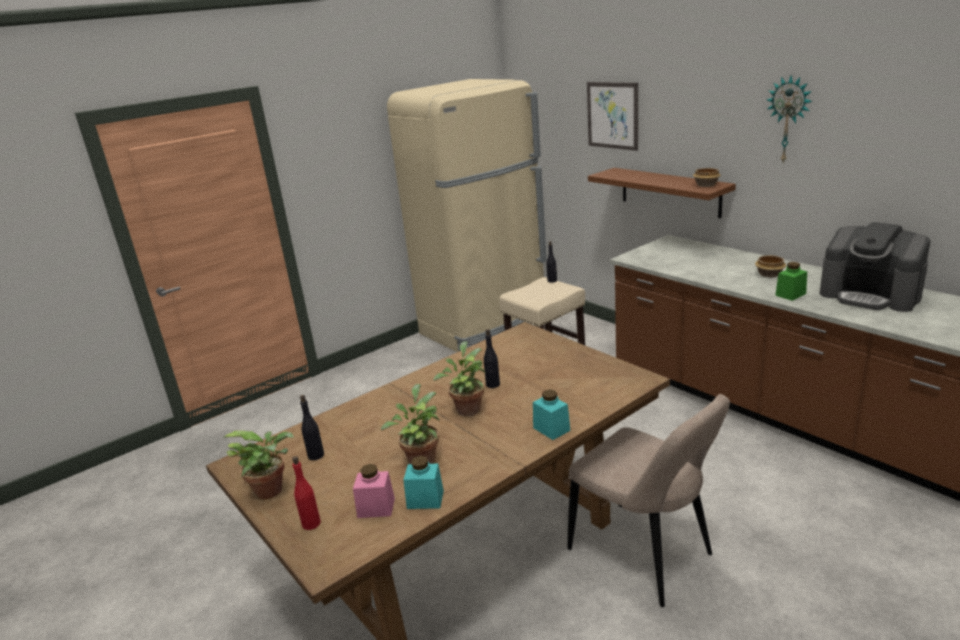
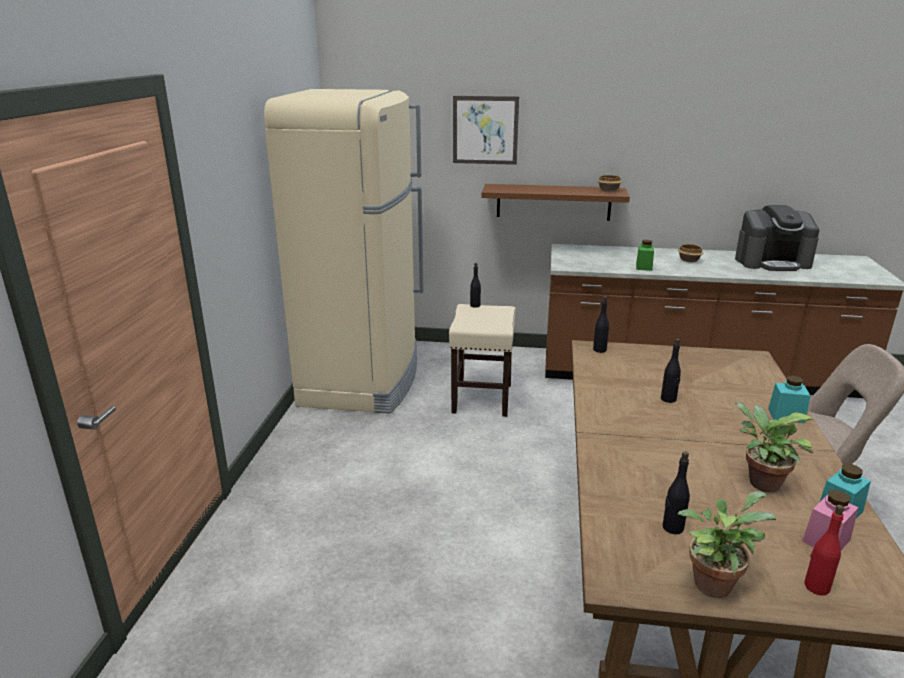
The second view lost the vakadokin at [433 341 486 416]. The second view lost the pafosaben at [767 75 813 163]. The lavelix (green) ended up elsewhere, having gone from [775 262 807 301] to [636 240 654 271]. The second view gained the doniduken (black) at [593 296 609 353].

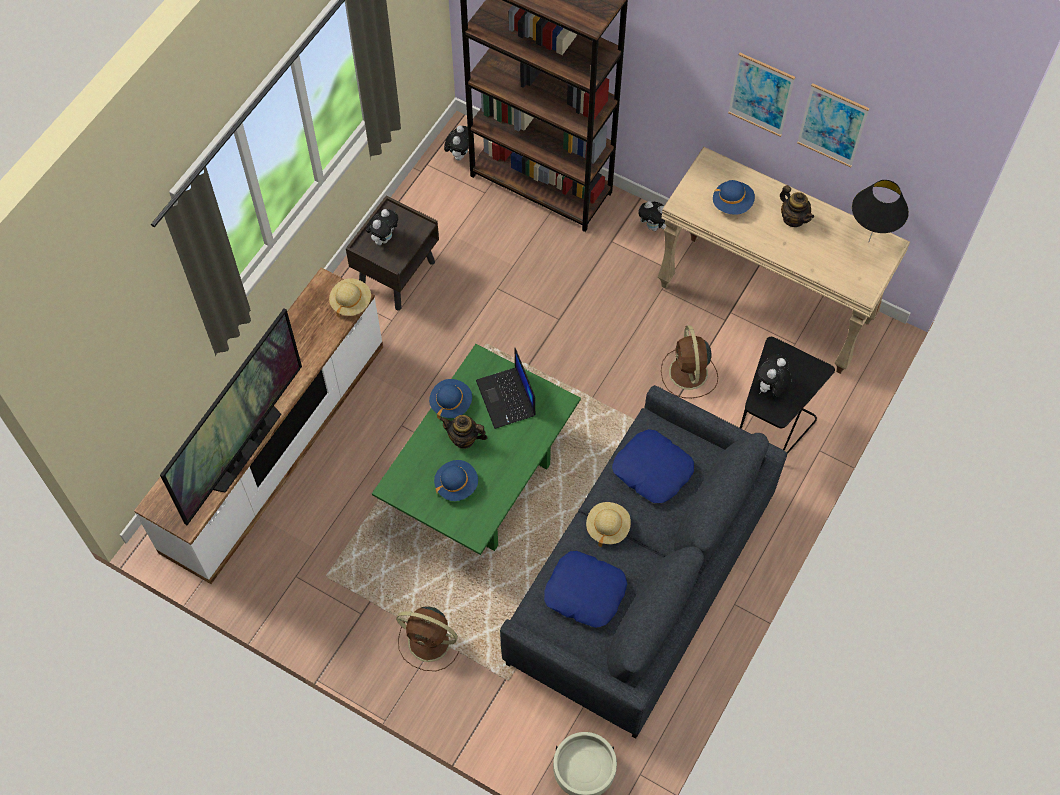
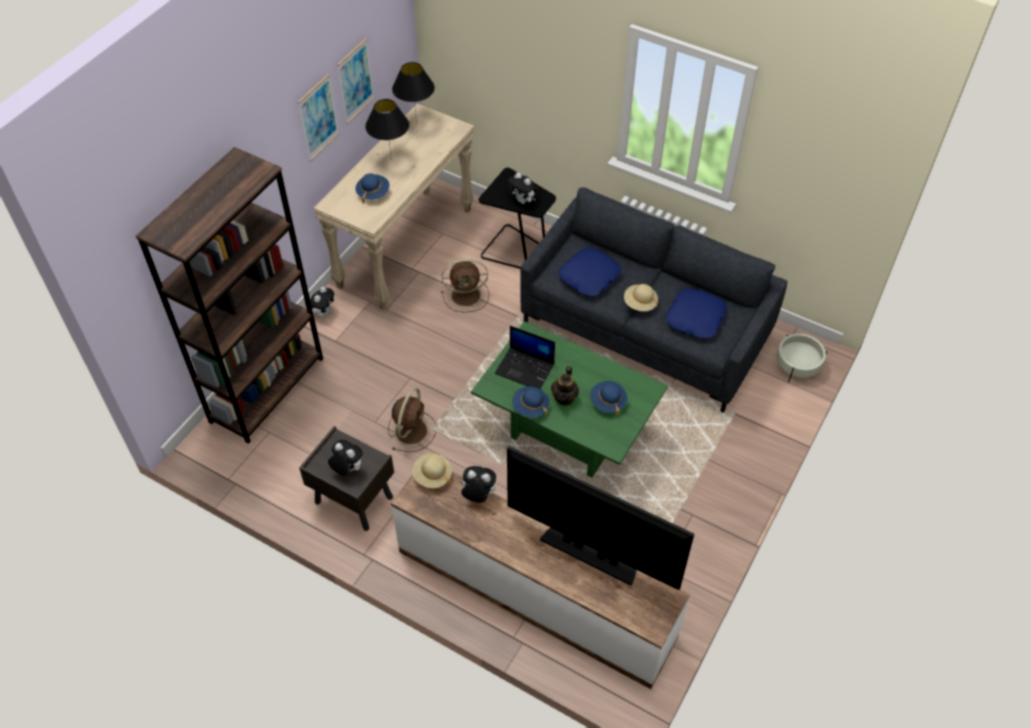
The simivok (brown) ended up elsewhere, having gone from [396 607 459 671] to [388 388 436 452]. The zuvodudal ended up elsewhere, having gone from [444 125 469 161] to [459 466 496 503]. The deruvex at [476 347 536 429] ended up facing another way, 45 degrees clockwise from before. Where the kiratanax stood at [780 185 814 227], the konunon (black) came to stand at [365 99 409 161].

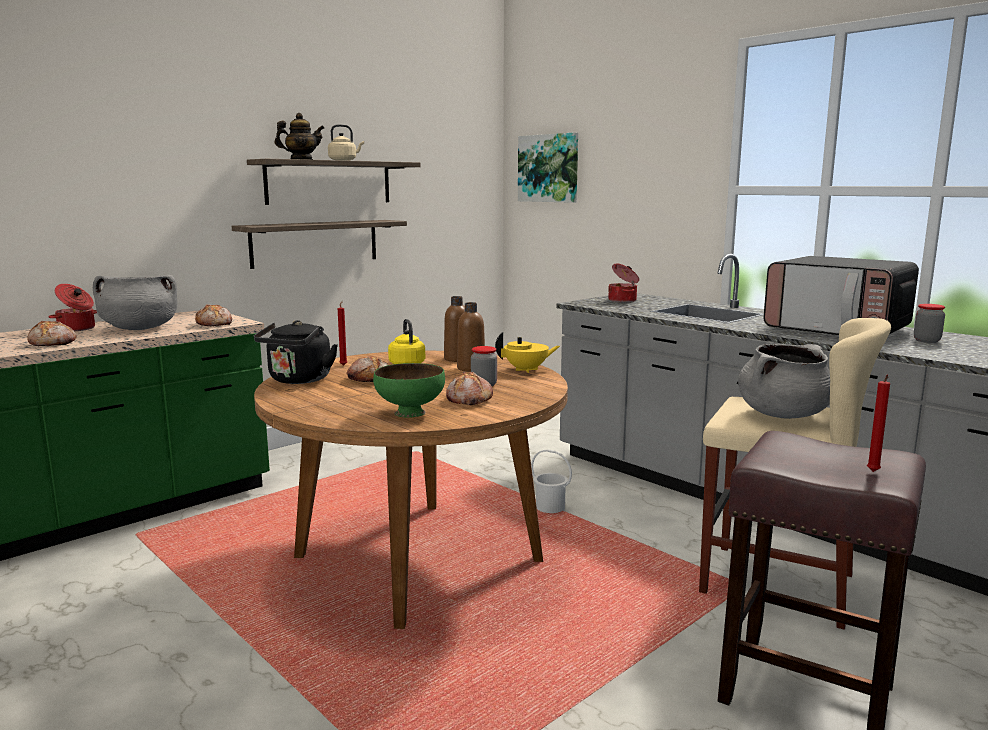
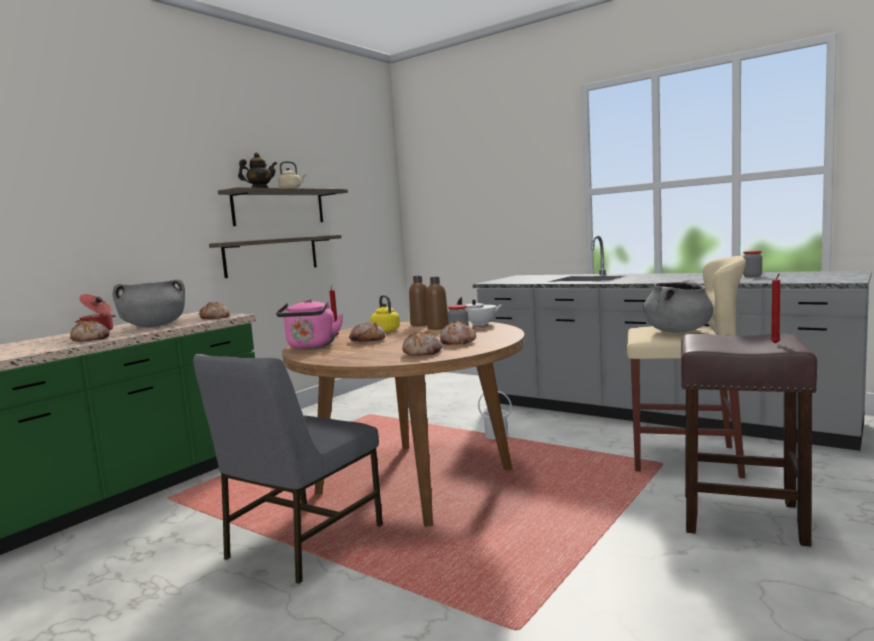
What was the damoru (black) at [254 320 338 384] turned into the damoru (pink) at [276 299 343 349]. Where the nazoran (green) stood at [373 363 445 418], the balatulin came to stand at [402 331 442 355]. What was the kiratanax (yellow) at [495 332 560 373] turned into the kiratanax (white) at [457 297 503 326]. The second view lost the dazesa at [518 132 578 203]. The second view lost the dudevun at [608 264 639 302]. The second view lost the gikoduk at [763 256 919 335]. The second view gained the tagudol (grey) at [193 354 383 584].

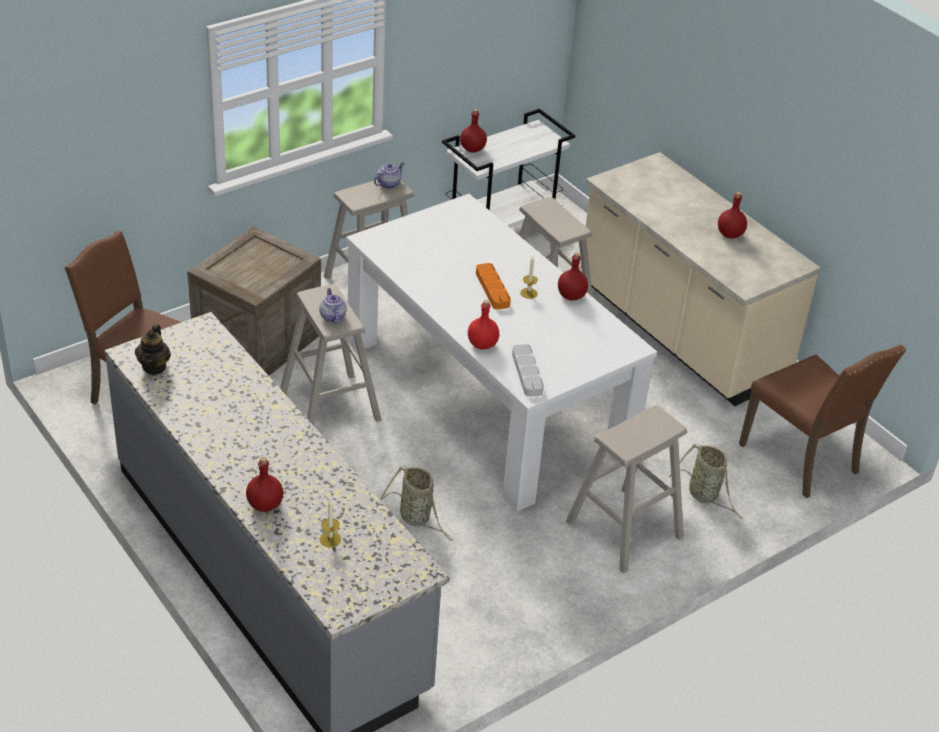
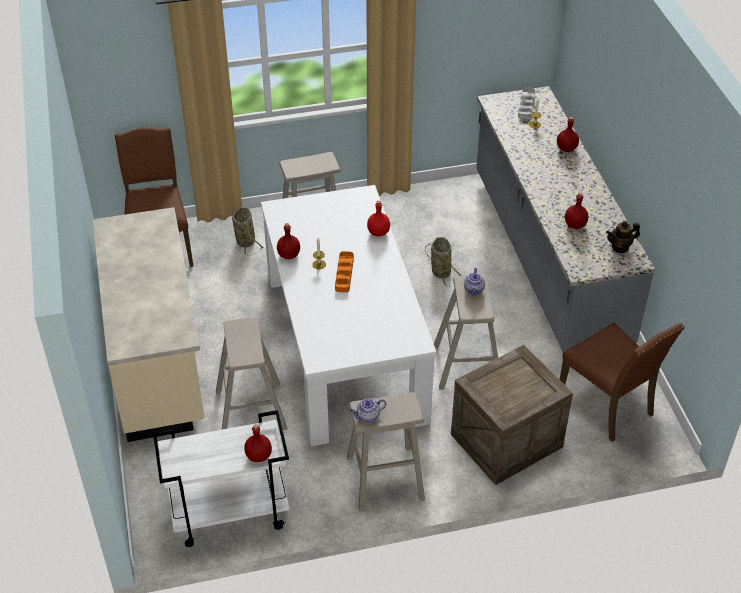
The kiratanax at [135 324 171 375] ended up facing another way, 135 degrees counterclockwise from before. The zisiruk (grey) ended up elsewhere, having gone from [512 344 544 397] to [518 87 535 119]. The doniduken (red) ended up elsewhere, having gone from [718 192 747 238] to [565 193 588 229].

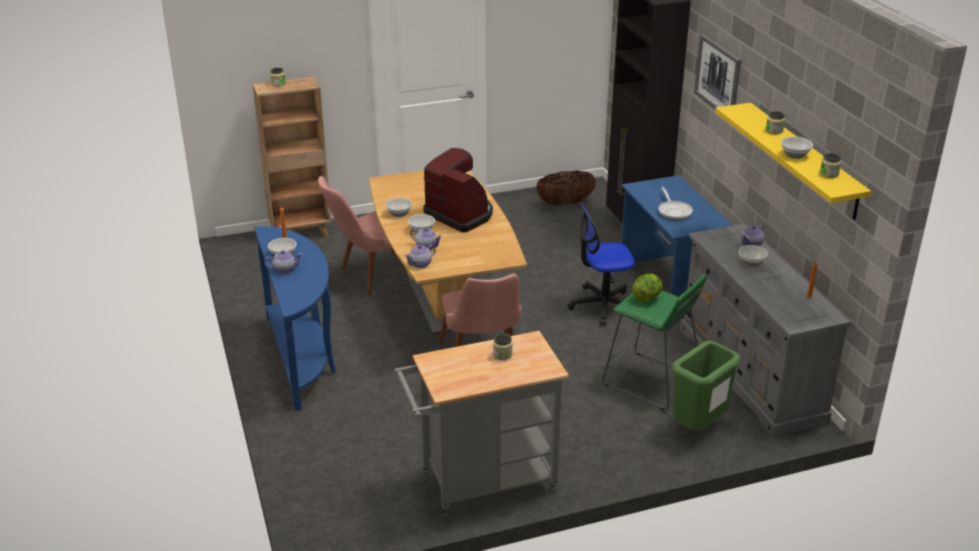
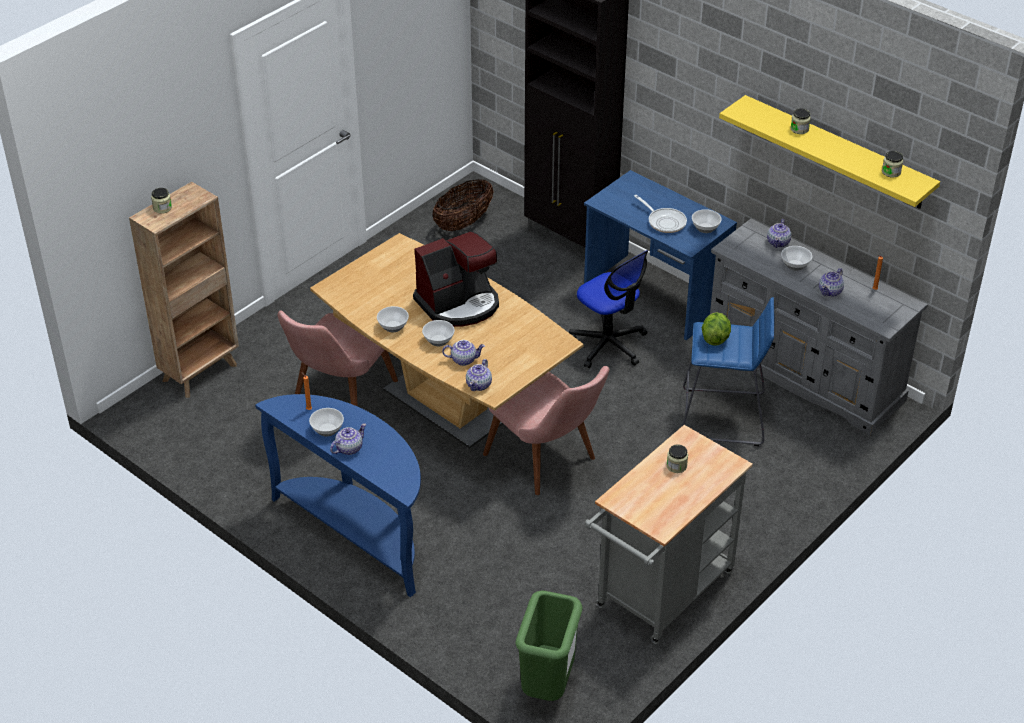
The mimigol at [423 148 493 232] ended up facing another way, 135 degrees clockwise from before. The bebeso at [568 203 635 325] ended up facing another way, 90 degrees counterclockwise from before. What was the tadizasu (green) at [602 274 707 411] turned into the tadizasu (blue) at [682 297 775 446]. The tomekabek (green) ended up elsewhere, having gone from [672 341 740 431] to [515 591 582 701]. The second view lost the dazesa at [694 34 741 109]. The nazoran ended up elsewhere, having gone from [781 137 813 159] to [692 209 722 233]. The second view gained the kiratanax at [819 268 844 297].

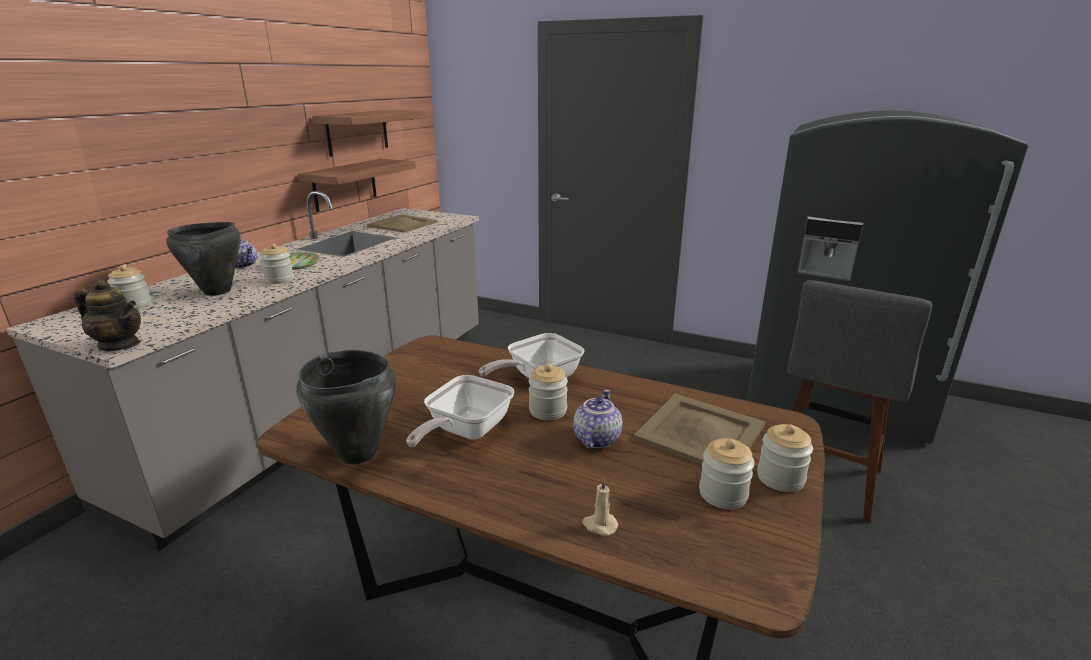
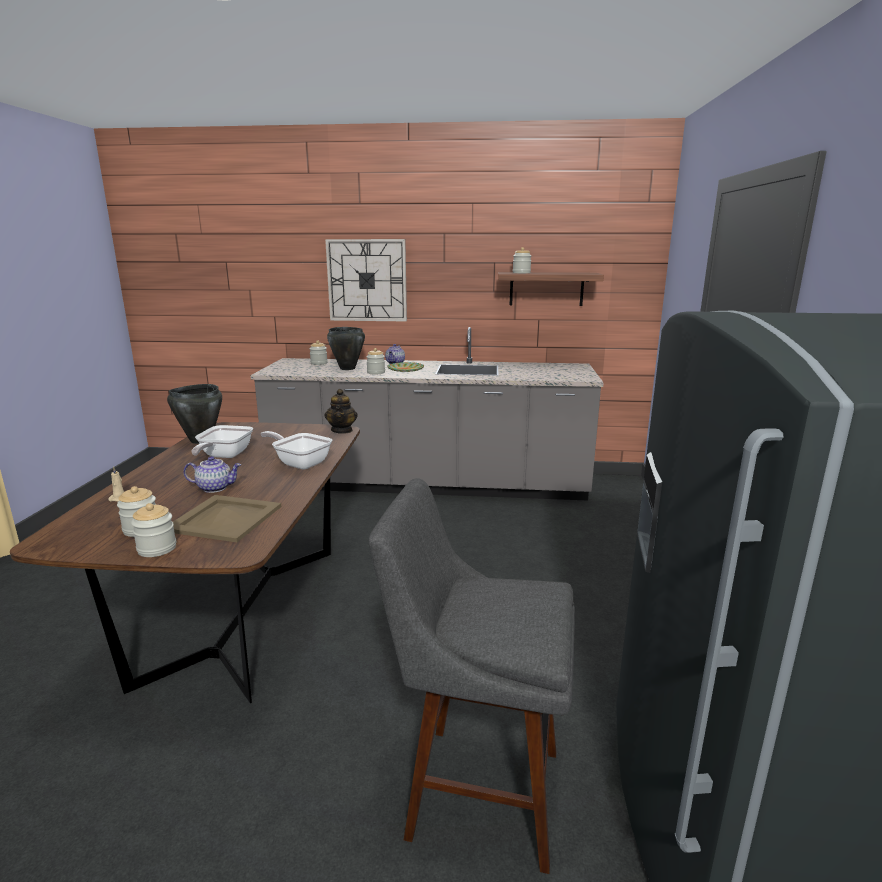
The kiratanax ended up elsewhere, having gone from [74 279 141 351] to [325 389 358 434]. The second view lost the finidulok at [298 159 416 212]. The second view lost the zisiruk (beige) at [367 215 437 233]. The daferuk at [406 375 514 447] ended up facing another way, 90 degrees counterclockwise from before. The lavelix ended up elsewhere, having gone from [529 364 568 420] to [513 247 531 273]. The second view gained the pafosaben at [325 239 407 321].

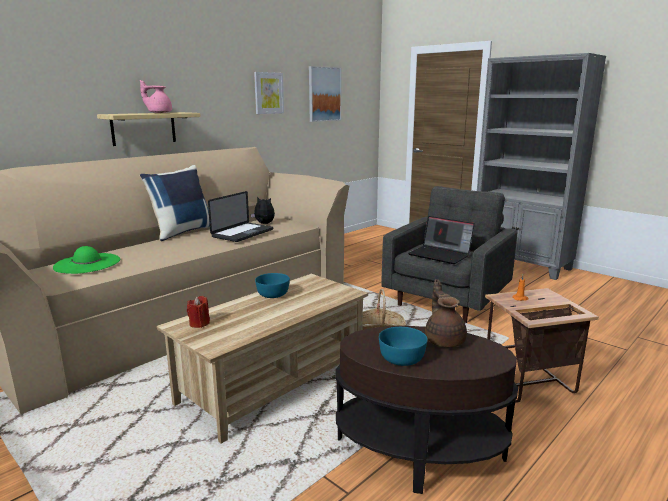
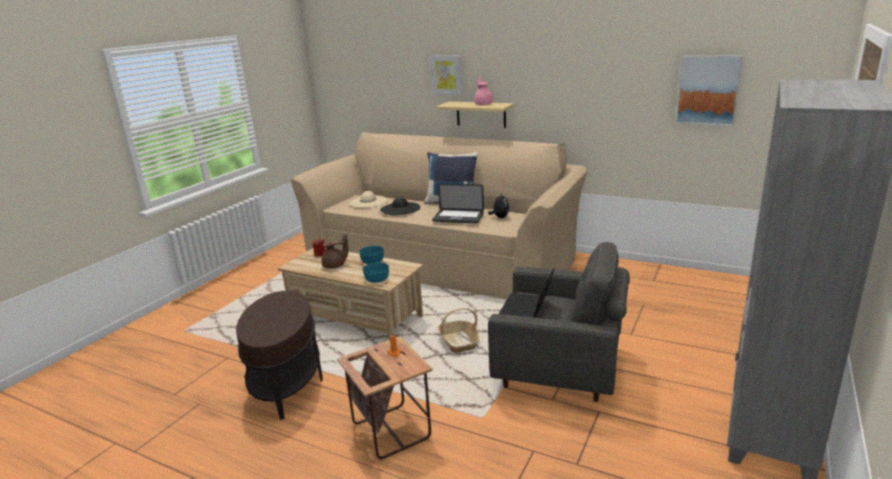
What was the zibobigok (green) at [53 246 120 274] turned into the zibobigok (beige) at [350 191 387 208]. The dazesa ended up elsewhere, having gone from [254 72 284 114] to [430 55 463 95]. The nazoran (turquoise) ended up elsewhere, having gone from [379 327 427 366] to [363 262 389 283]. The kiratanax (brown) ended up elsewhere, having gone from [425 279 467 348] to [322 234 349 269]. The second view gained the zibobigok (black) at [380 197 420 215].

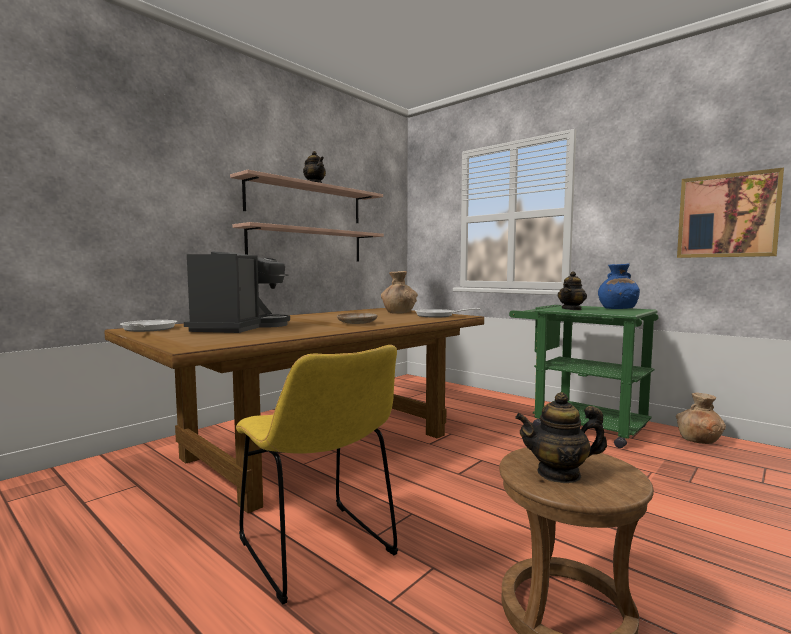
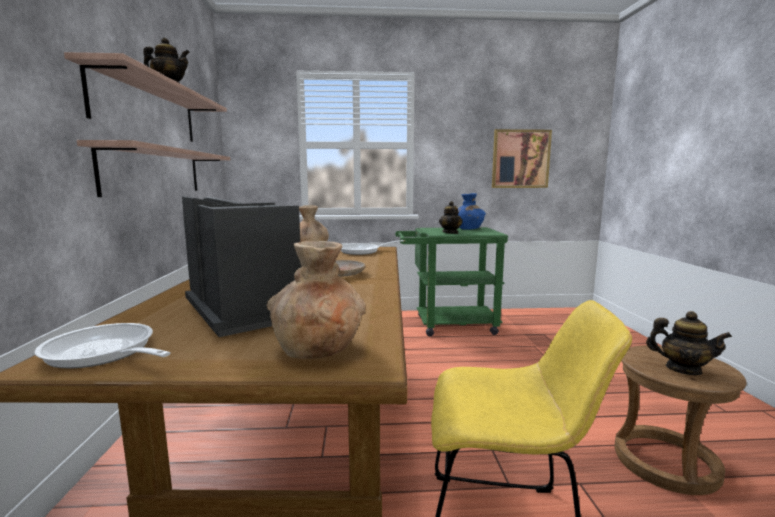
The kiratanax at [515 392 607 483] ended up facing another way, 105 degrees counterclockwise from before. The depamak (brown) ended up elsewhere, having gone from [676 393 726 444] to [267 241 365 359].

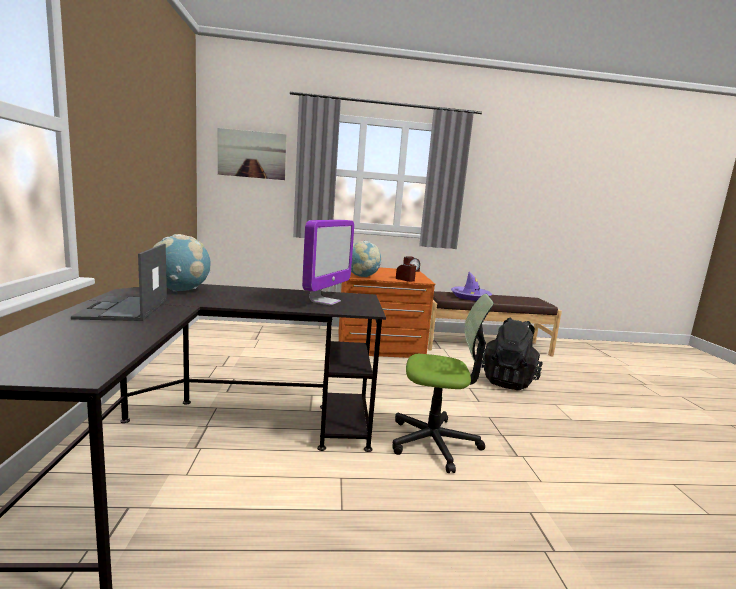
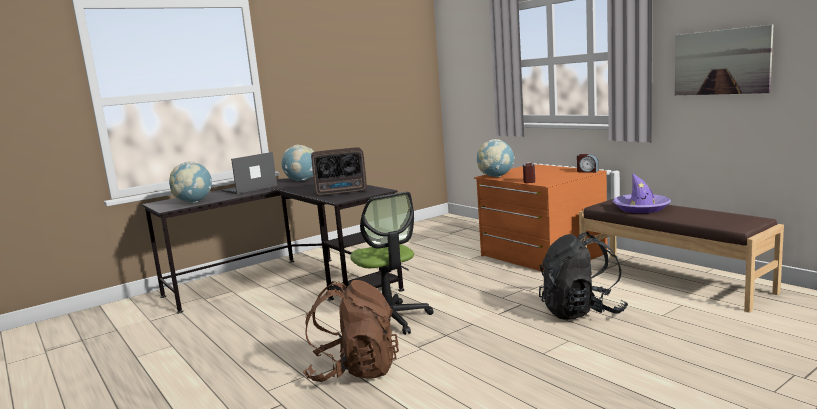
The dazesa ended up elsewhere, having gone from [218 128 287 180] to [675 25 773 95]. Where the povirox stood at [302 220 354 306], the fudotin came to stand at [311 147 367 196]. The second view gained the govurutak at [169 161 212 203]. The second view gained the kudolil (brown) at [303 280 399 382].

